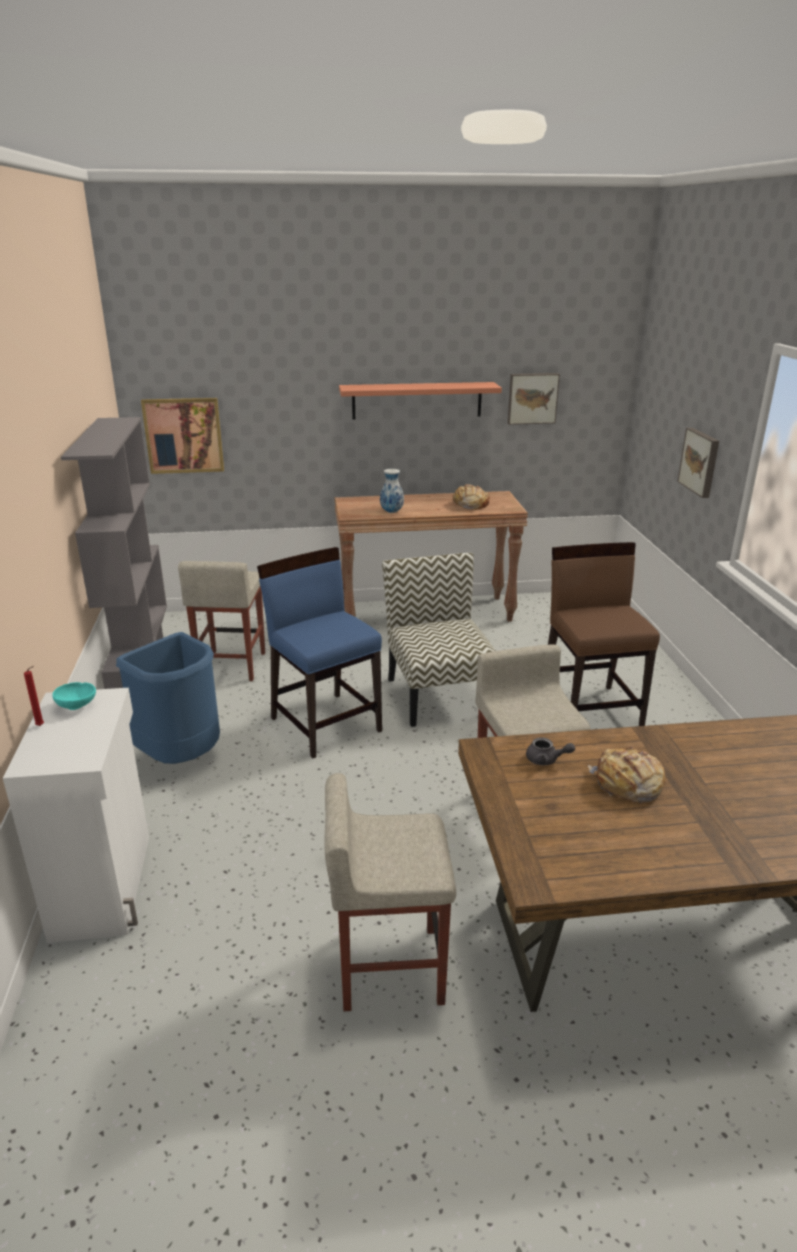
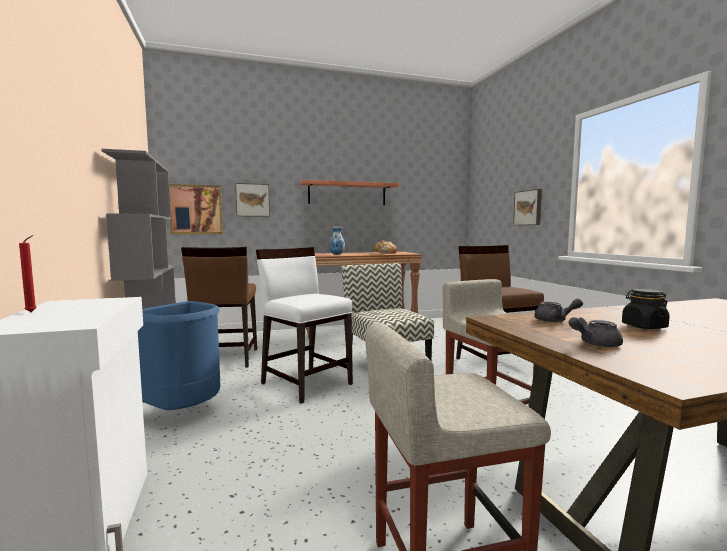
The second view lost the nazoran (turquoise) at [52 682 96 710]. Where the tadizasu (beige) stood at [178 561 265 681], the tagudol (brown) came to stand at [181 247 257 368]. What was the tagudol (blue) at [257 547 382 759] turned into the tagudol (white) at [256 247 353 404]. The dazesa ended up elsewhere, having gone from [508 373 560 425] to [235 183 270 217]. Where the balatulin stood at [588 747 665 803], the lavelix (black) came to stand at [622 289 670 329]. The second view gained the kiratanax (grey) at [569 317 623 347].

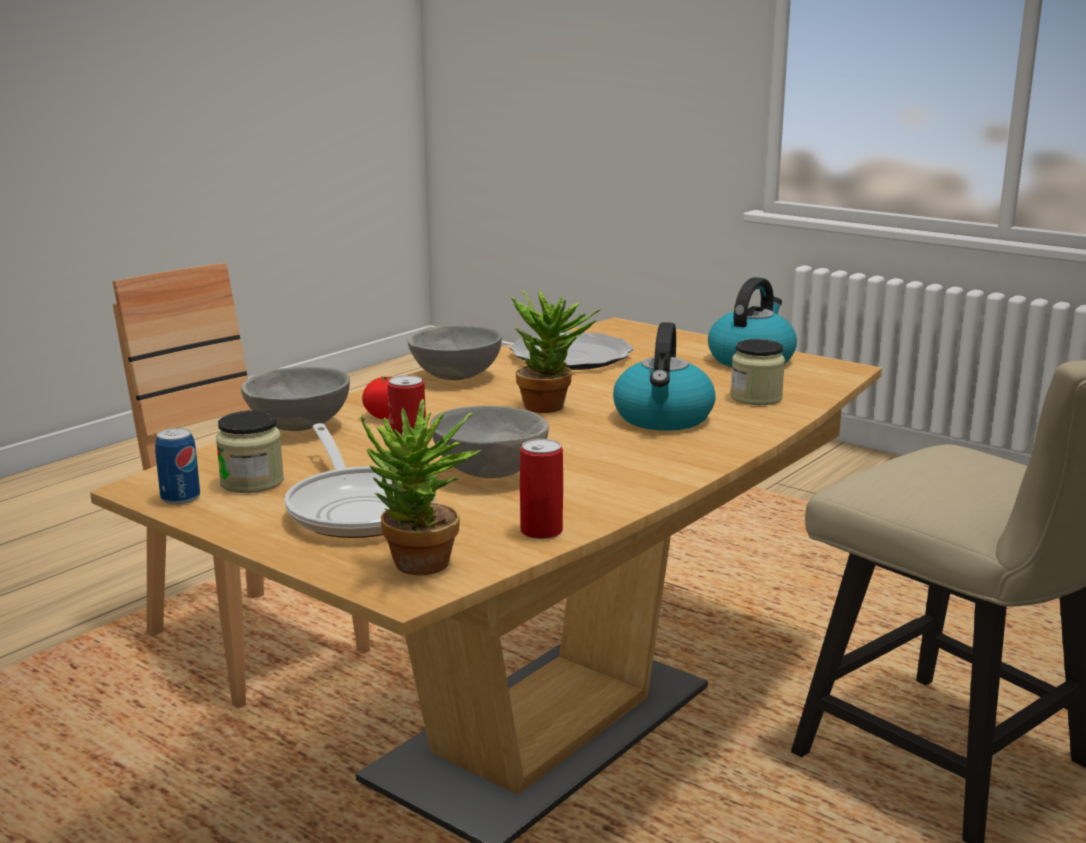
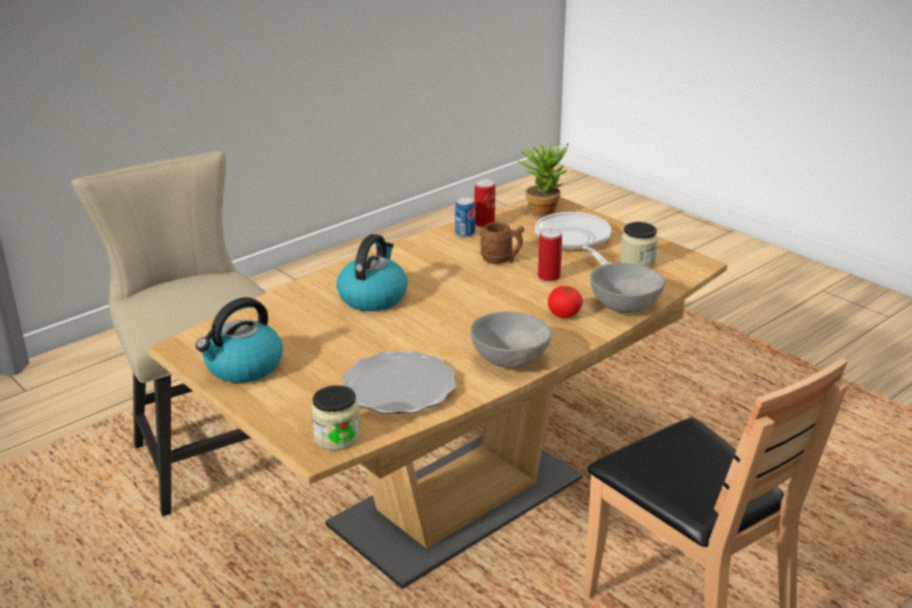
The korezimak ended up elsewhere, having gone from [155 428 200 505] to [455 197 475 237]. Where the nazoran (grey) stood at [430 406 549 478], the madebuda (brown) came to stand at [480 222 524 264]. The second view lost the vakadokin at [510 291 602 413]. The lavelix ended up elsewhere, having gone from [730 339 785 405] to [311 385 360 450].

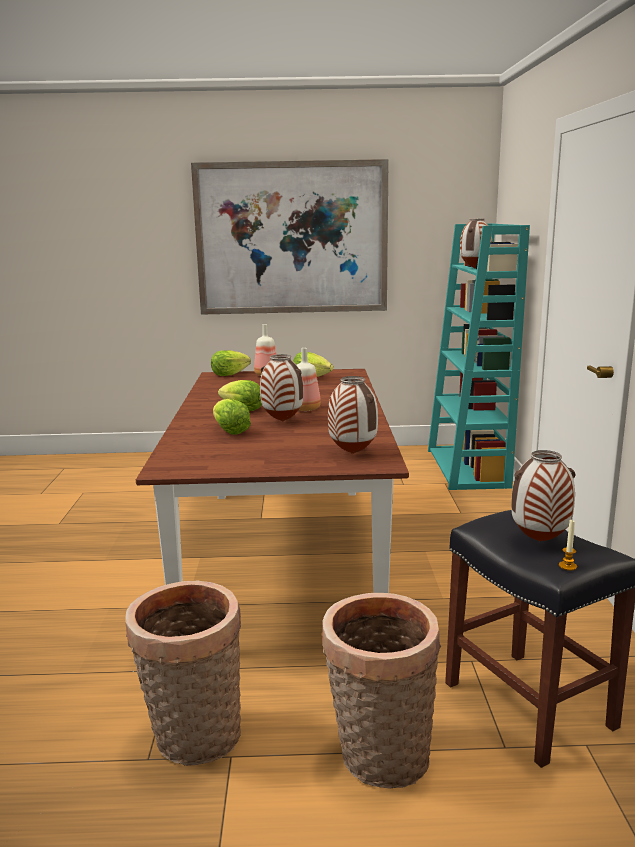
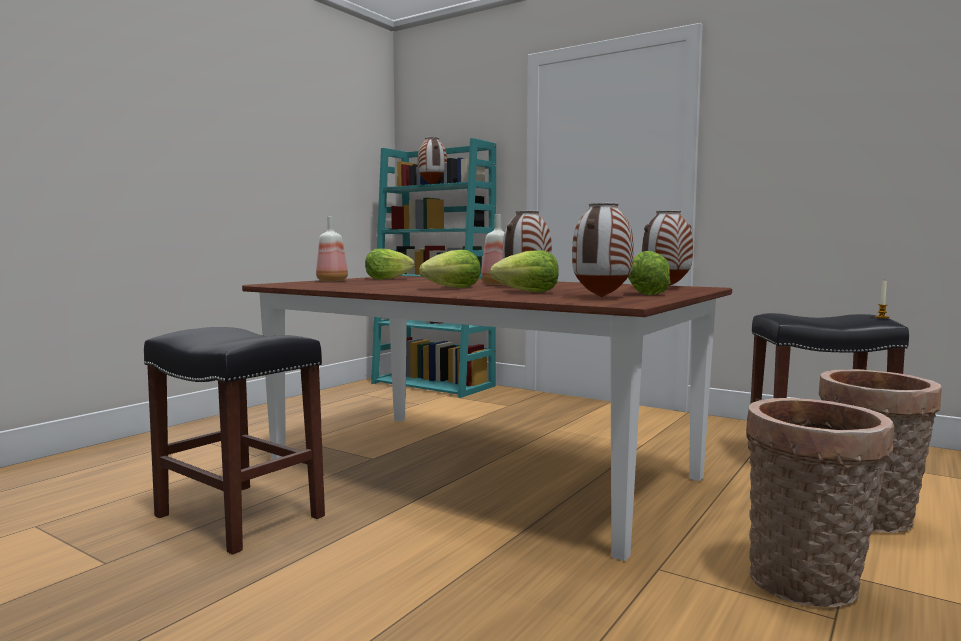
The second view lost the dazesa at [191 159 389 315]. The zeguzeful ended up elsewhere, having gone from [211 350 251 376] to [628 251 670 295]. The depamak ended up elsewhere, having gone from [511 450 576 542] to [572 202 634 298]. The second view gained the tadizasu (black) at [144 327 325 555].

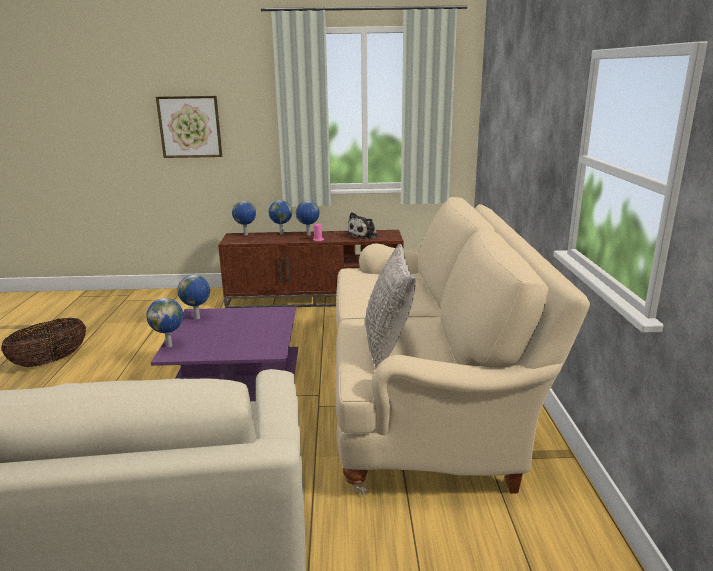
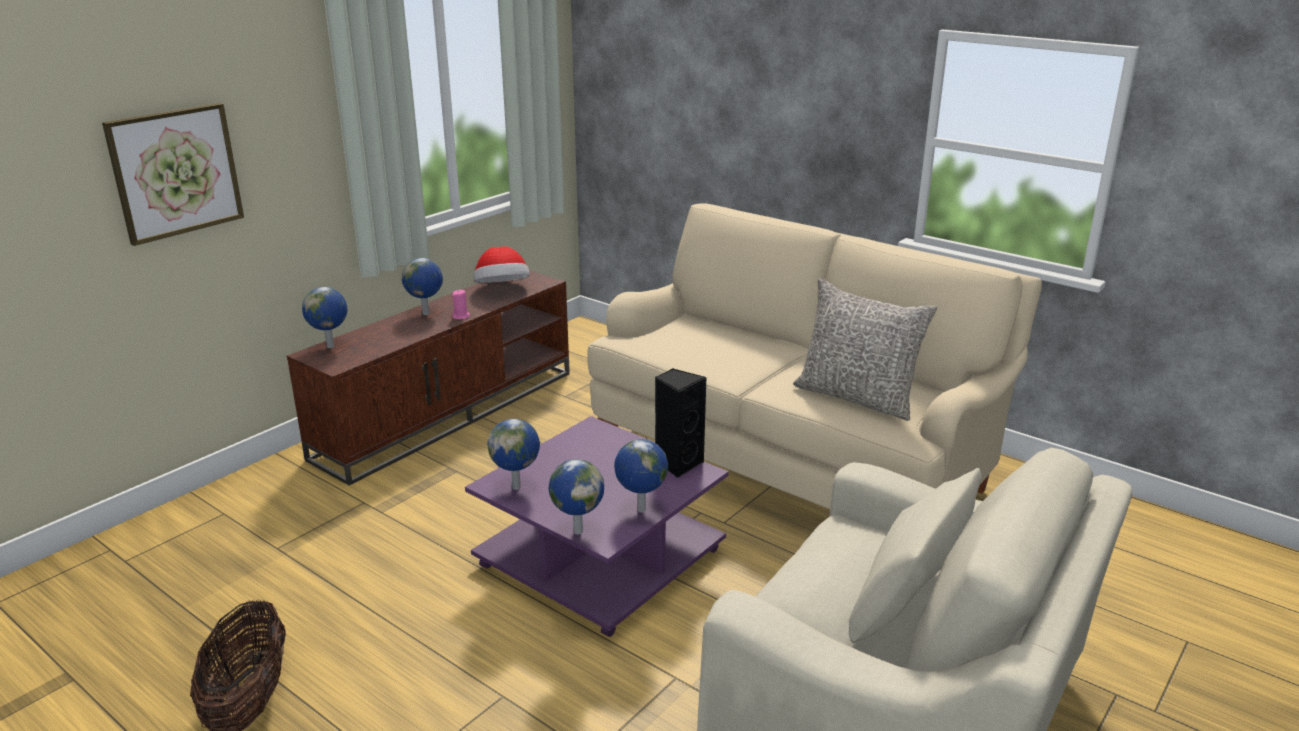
The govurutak ended up elsewhere, having gone from [269 200 292 235] to [614 439 668 513]. Where the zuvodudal stood at [347 212 378 239], the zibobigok came to stand at [474 246 530 283]. The second view gained the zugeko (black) at [655 368 707 478].

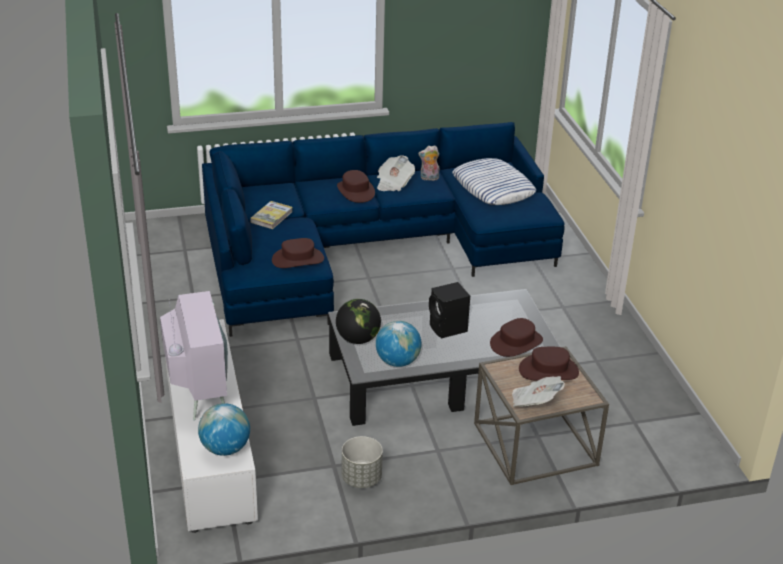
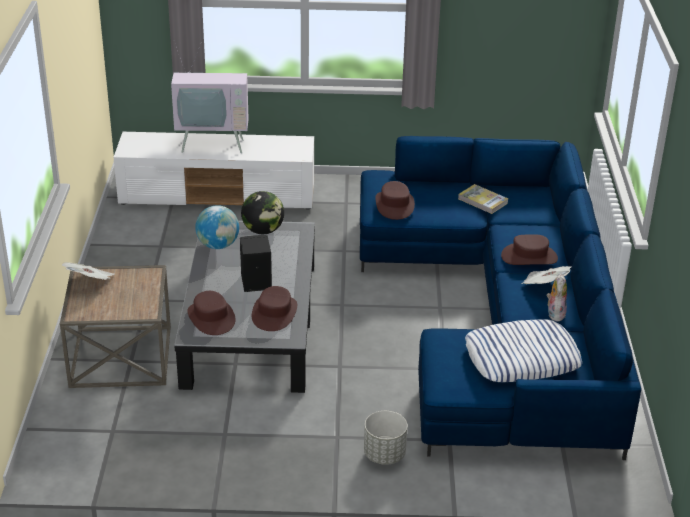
The second view lost the govurutak at [198 403 250 456]. The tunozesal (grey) ended up elsewhere, having gone from [342 436 383 488] to [364 411 408 465]. The zibobigok (brown) ended up elsewhere, having gone from [519 347 579 381] to [252 286 297 331].

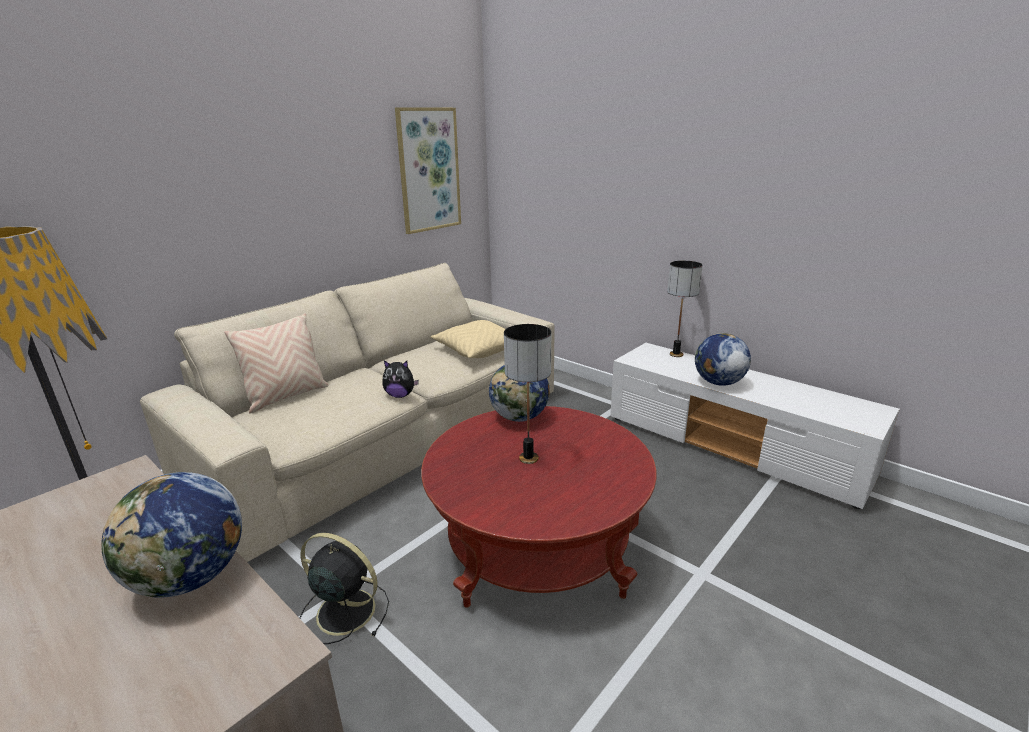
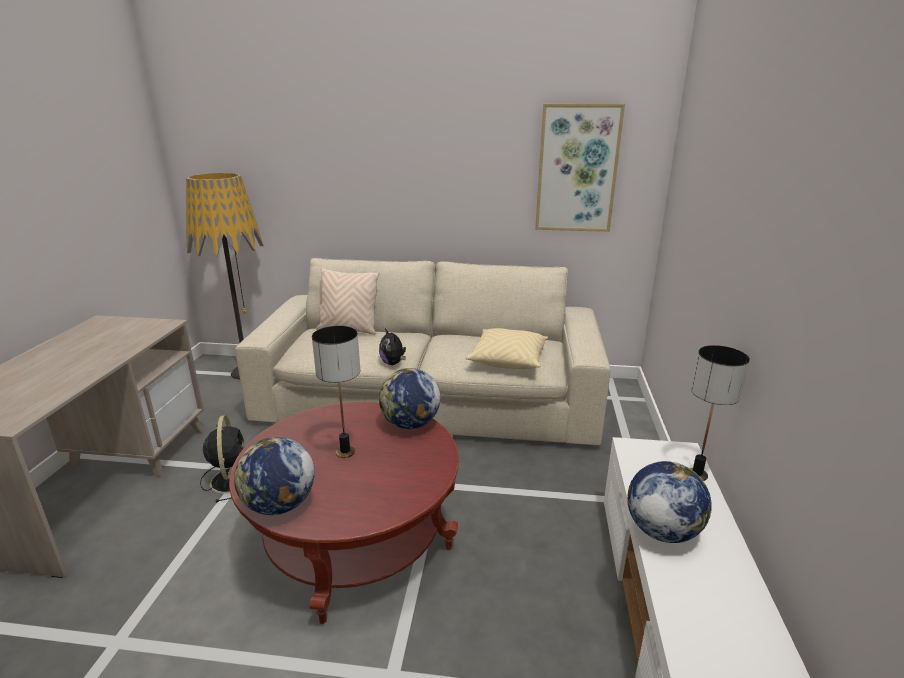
The govurutak ended up elsewhere, having gone from [101 472 242 598] to [234 437 315 515].

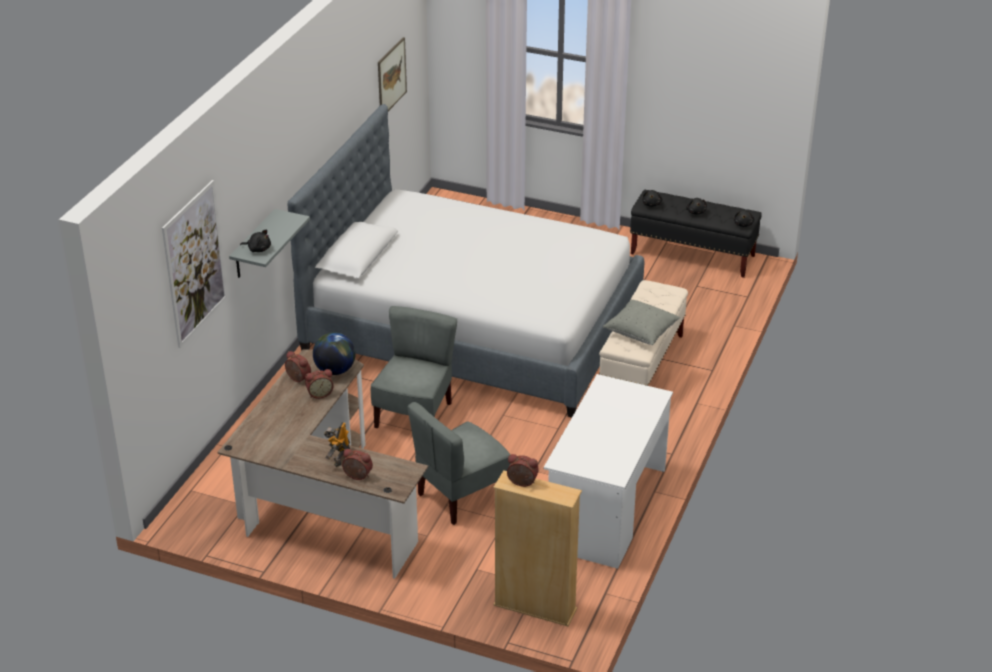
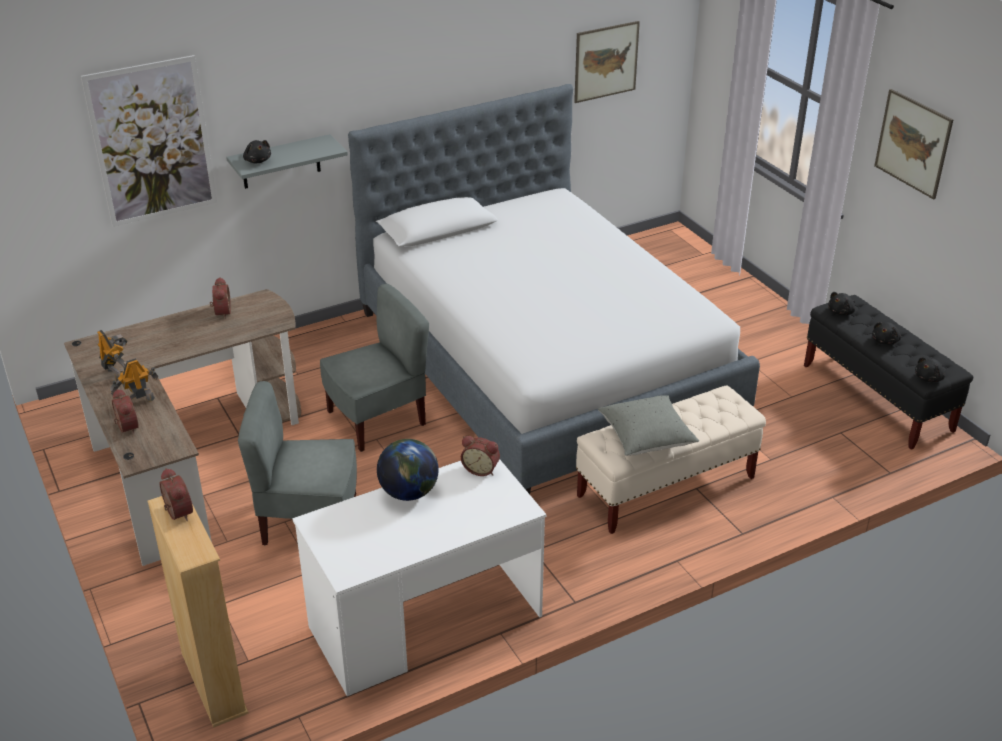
The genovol ended up elsewhere, having gone from [305 369 334 399] to [461 436 500 476]. The govurutak ended up elsewhere, having gone from [313 332 356 375] to [377 439 439 501]. The second view gained the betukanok at [97 330 128 381]. The second view gained the dazesa at [874 89 953 200].

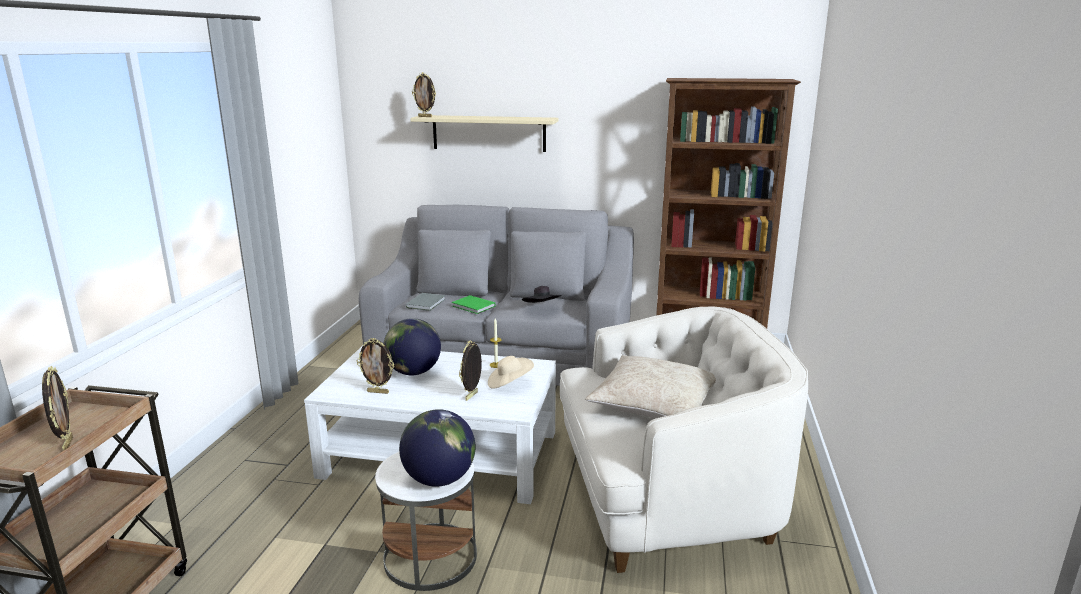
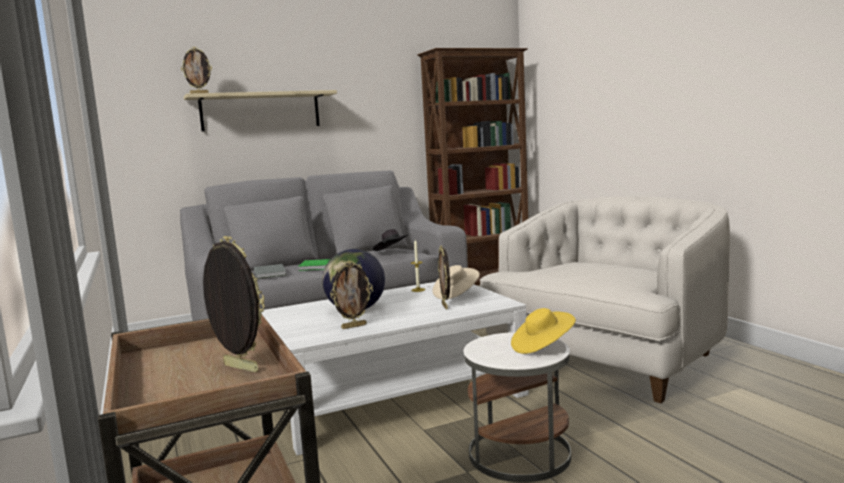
Where the govurutak stood at [399 409 475 487], the zibobigok (yellow) came to stand at [511 308 576 354]. The second view lost the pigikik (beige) at [585 355 716 419].

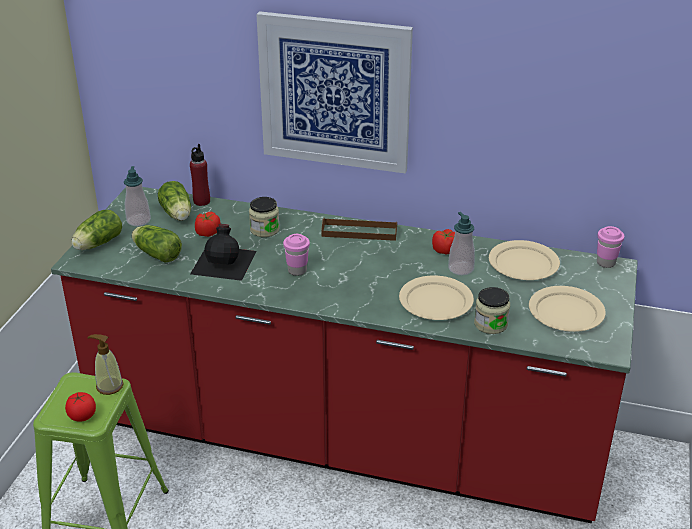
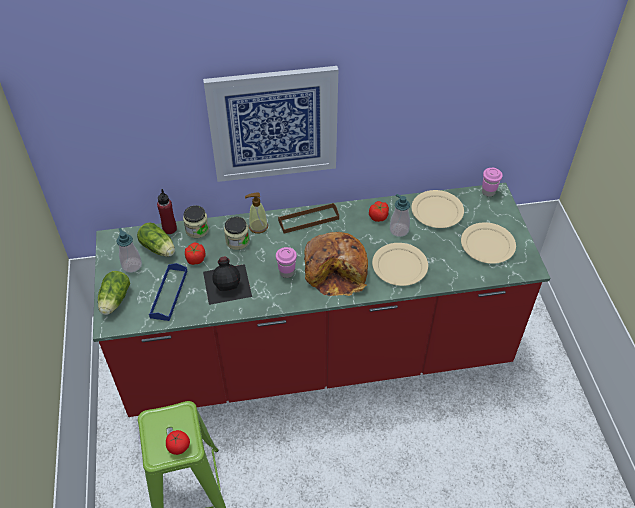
The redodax ended up elsewhere, having gone from [87 334 123 395] to [245 193 268 233]. Where the zeguzeful stood at [132 225 182 263], the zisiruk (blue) came to stand at [149 263 187 321]. The lavelix ended up elsewhere, having gone from [474 287 510 334] to [183 205 209 238]. The second view gained the balatulin at [304 232 368 296].

